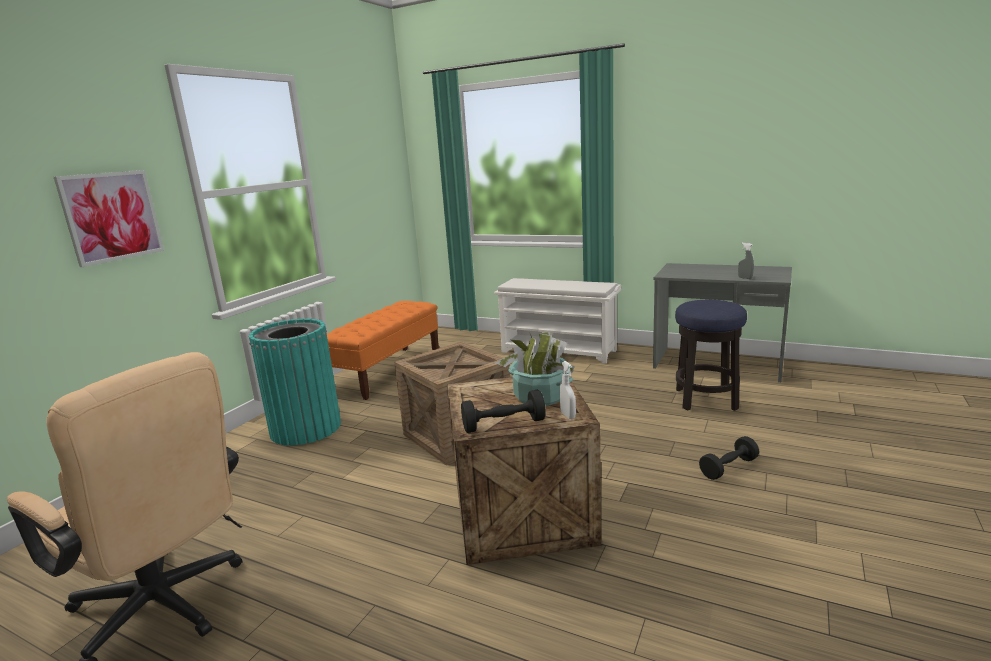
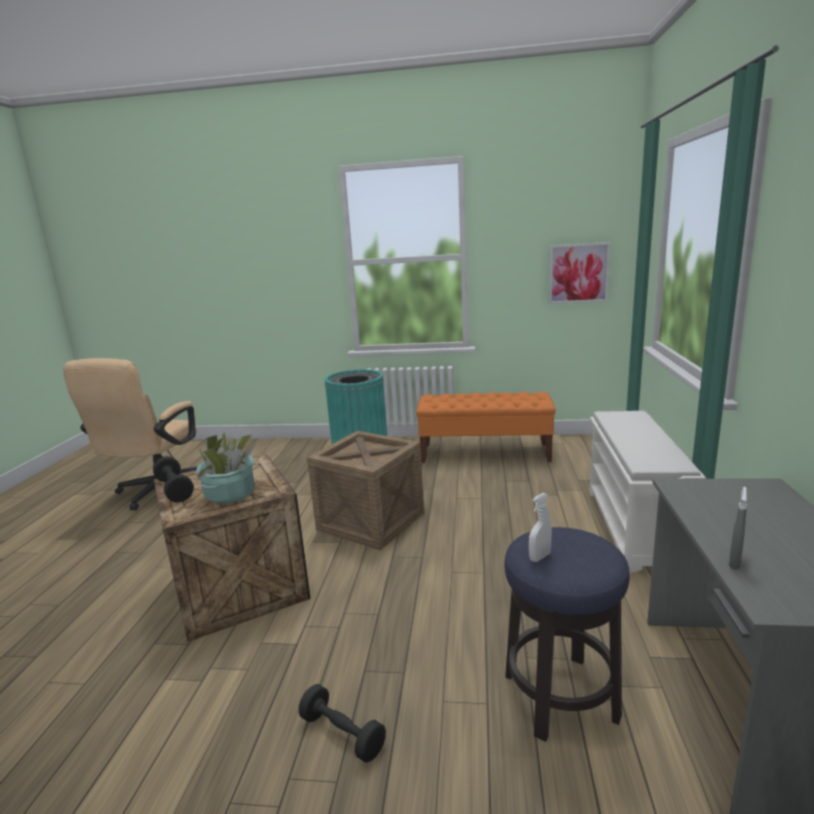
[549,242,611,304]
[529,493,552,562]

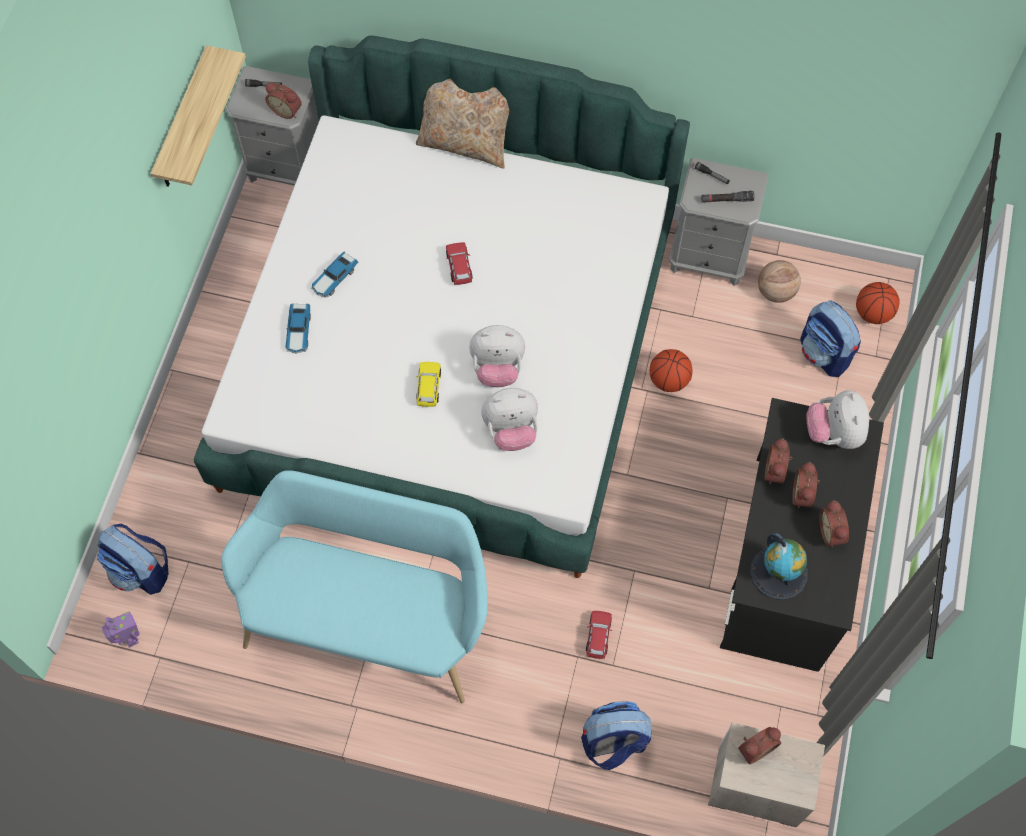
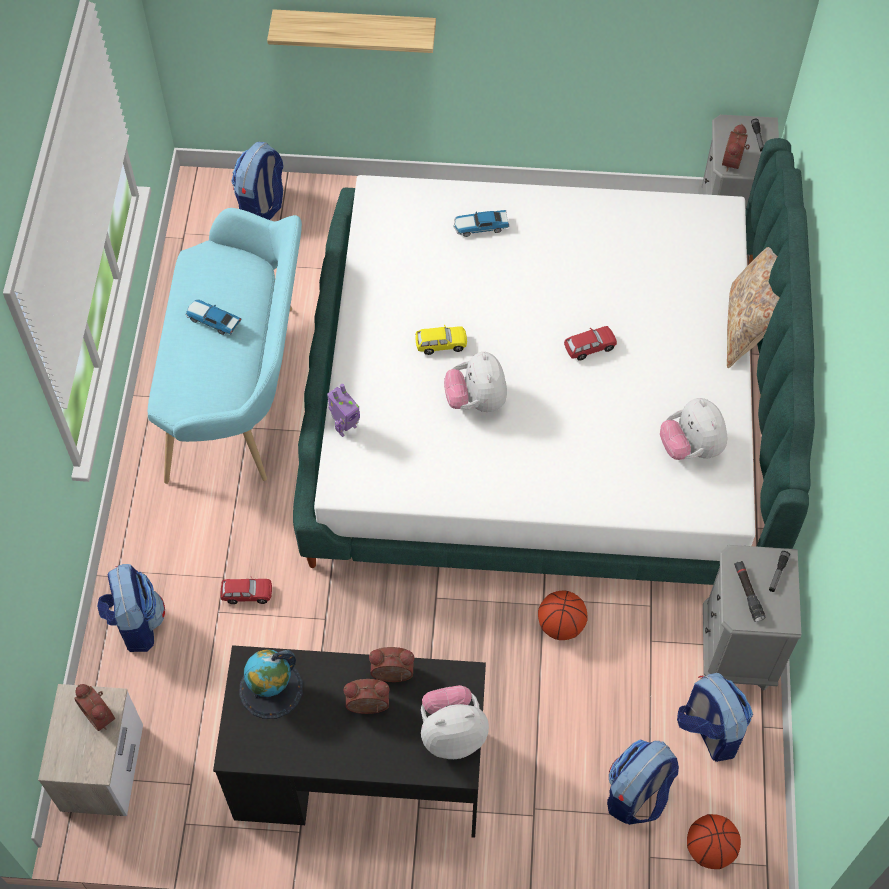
[819,500,849,547] (first image)
[327,384,360,437]
[267,9,436,53]
[185,300,242,335]
[660,398,728,460]
[677,673,753,762]

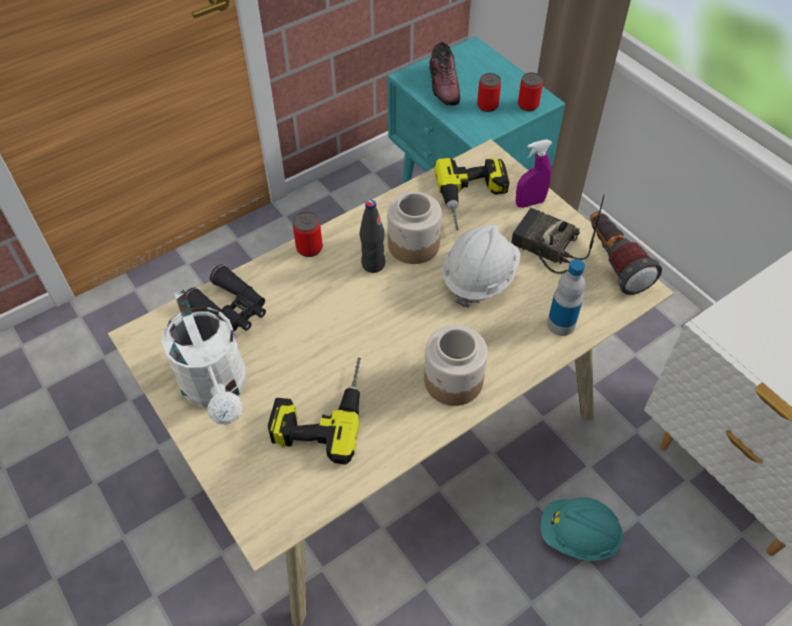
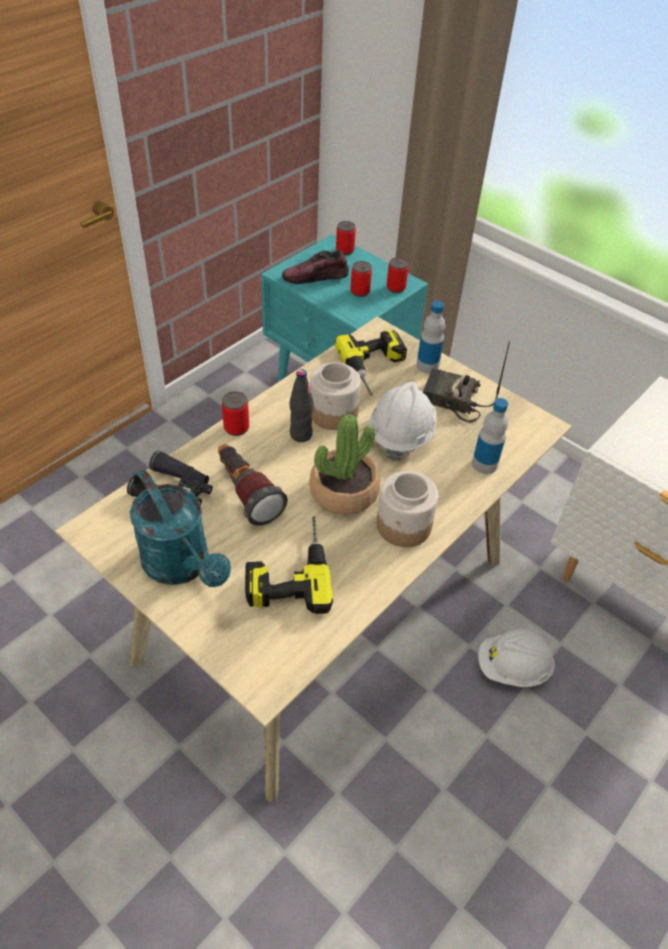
[309,414,381,515]
[336,221,356,255]
[218,444,288,526]
[416,301,445,374]
[130,469,231,587]
[478,629,555,687]
[282,250,349,284]

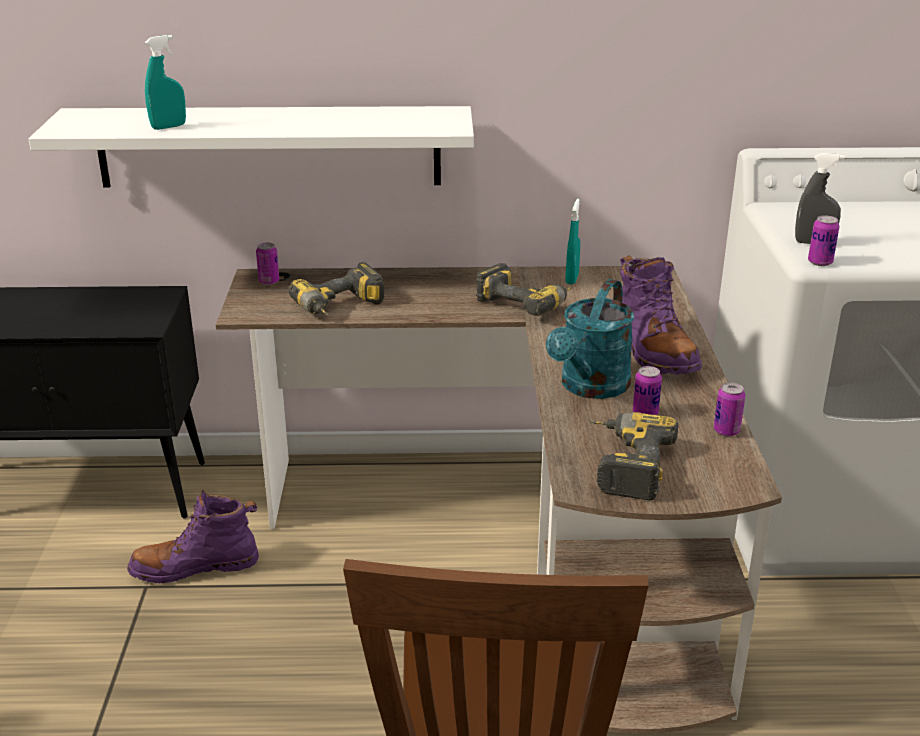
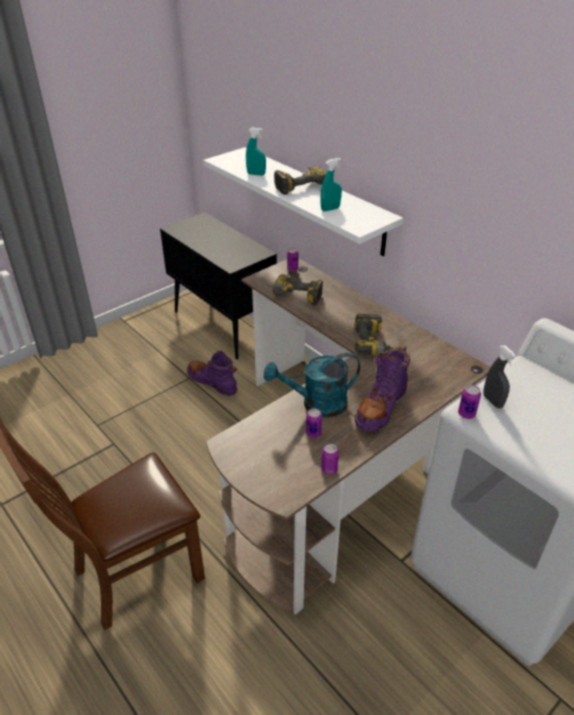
[321,158,342,211]
[274,166,326,195]

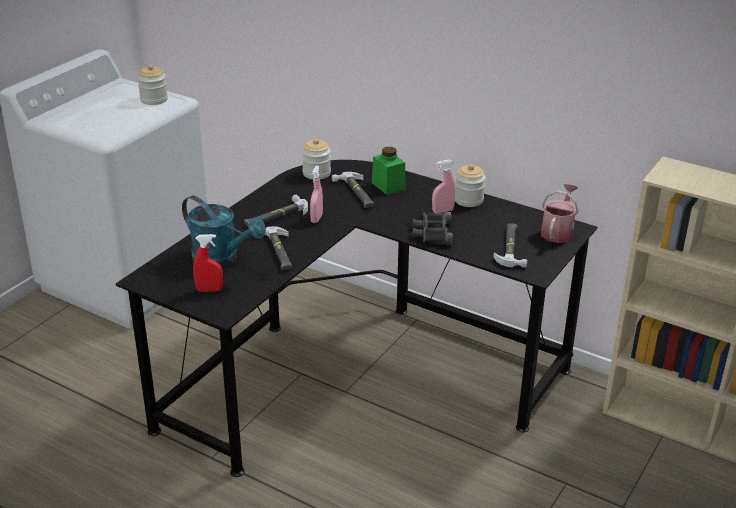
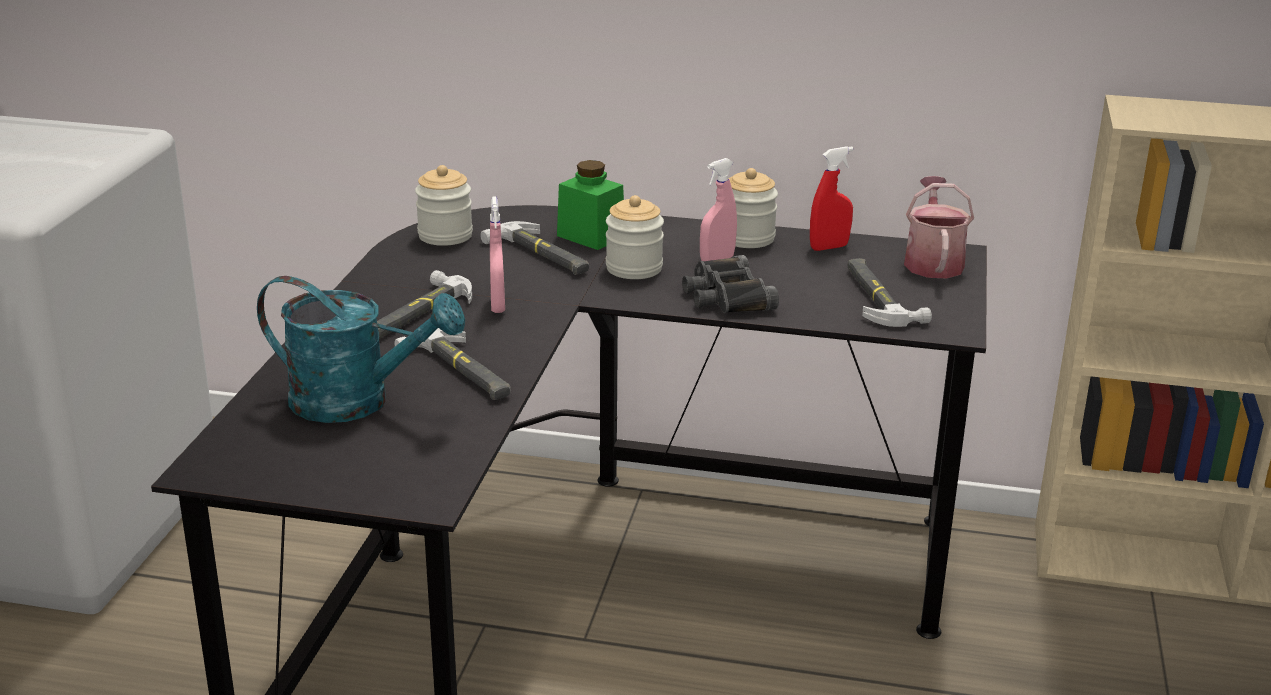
[606,195,664,279]
[810,146,853,251]

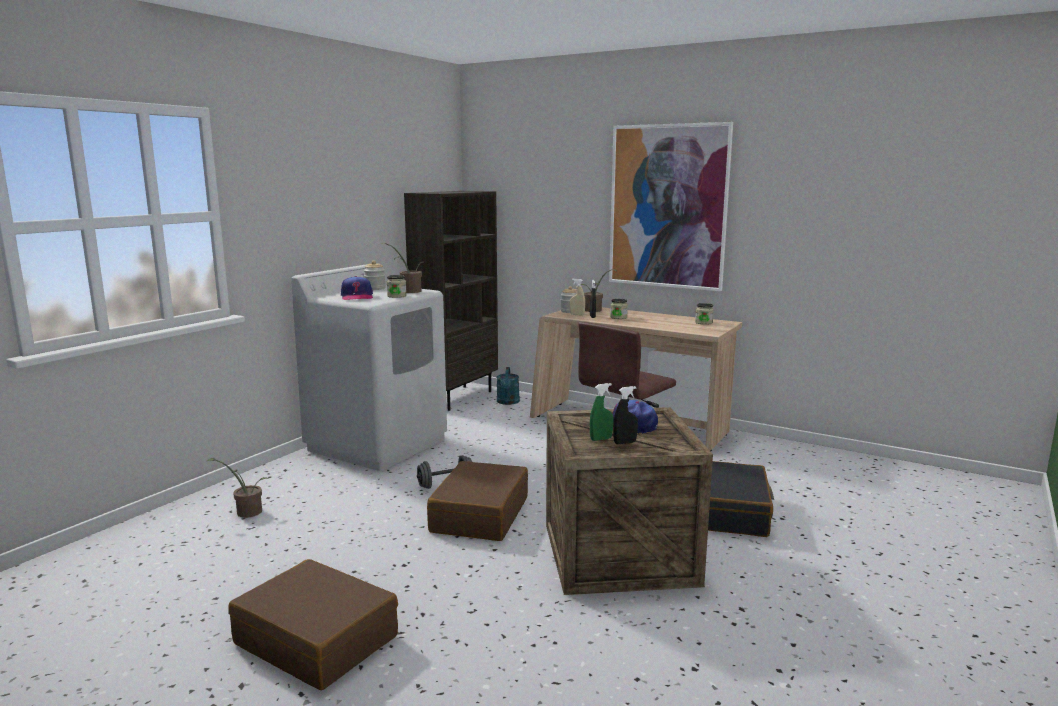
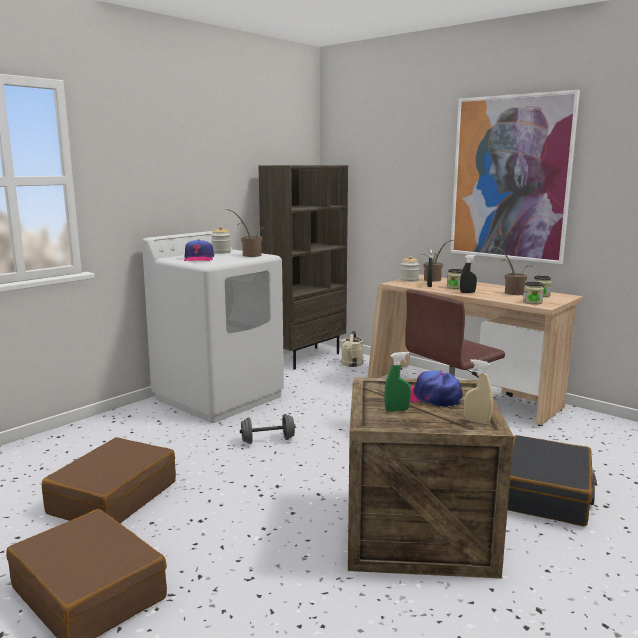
[489,246,529,295]
[523,281,544,304]
[42,437,176,523]
[464,359,493,424]
[460,255,477,293]
[341,331,363,367]

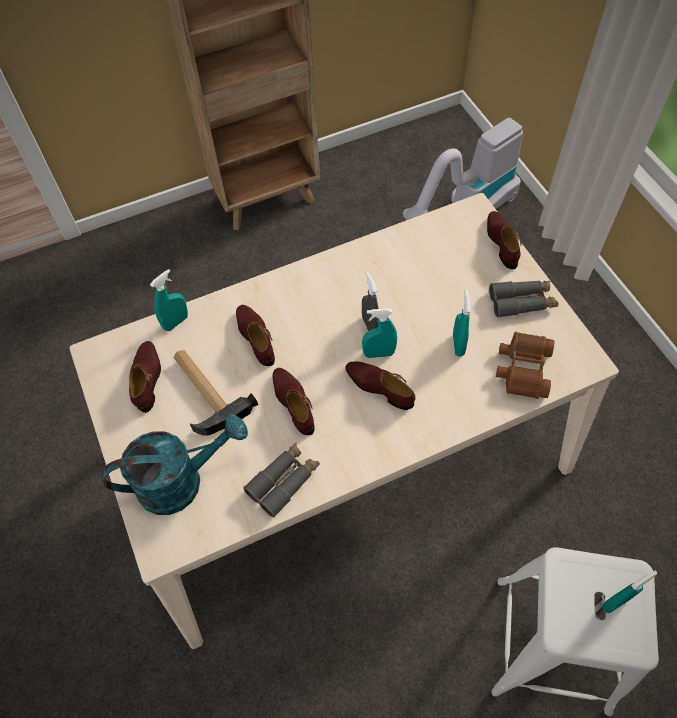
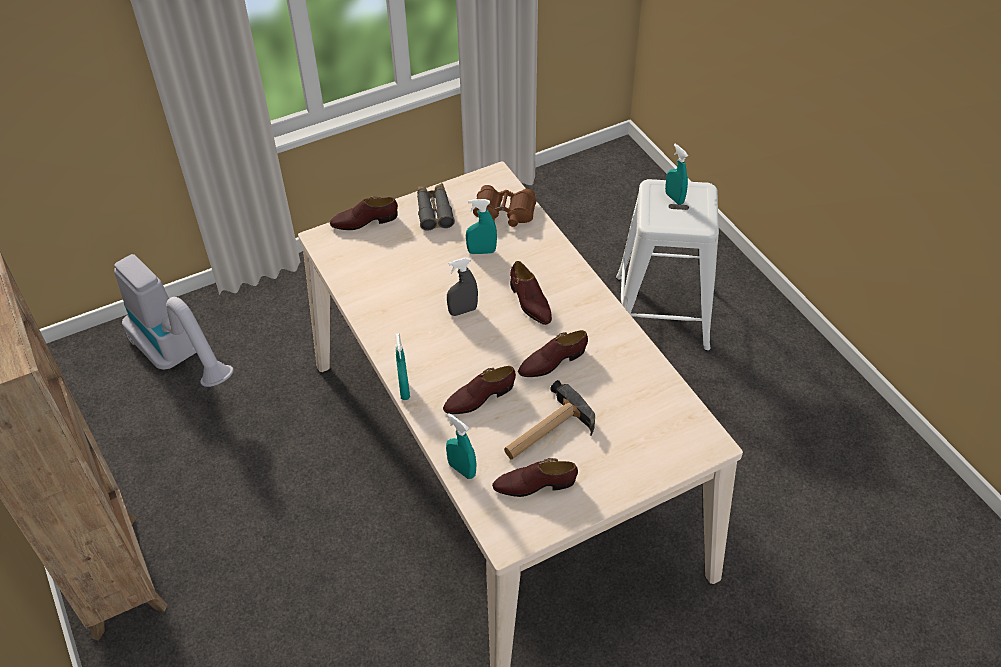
[101,414,248,515] (first image)
[243,442,320,517] (first image)
[395,333,410,400]
[510,261,552,325]

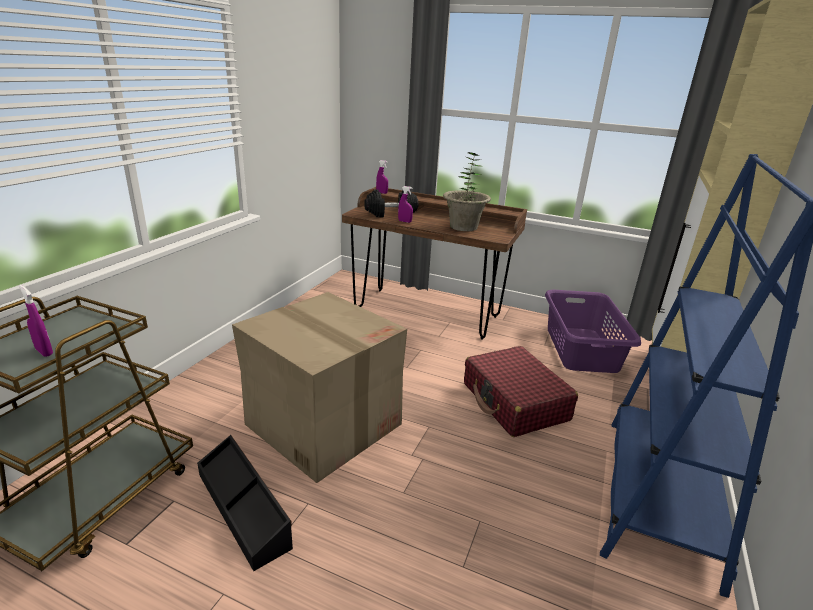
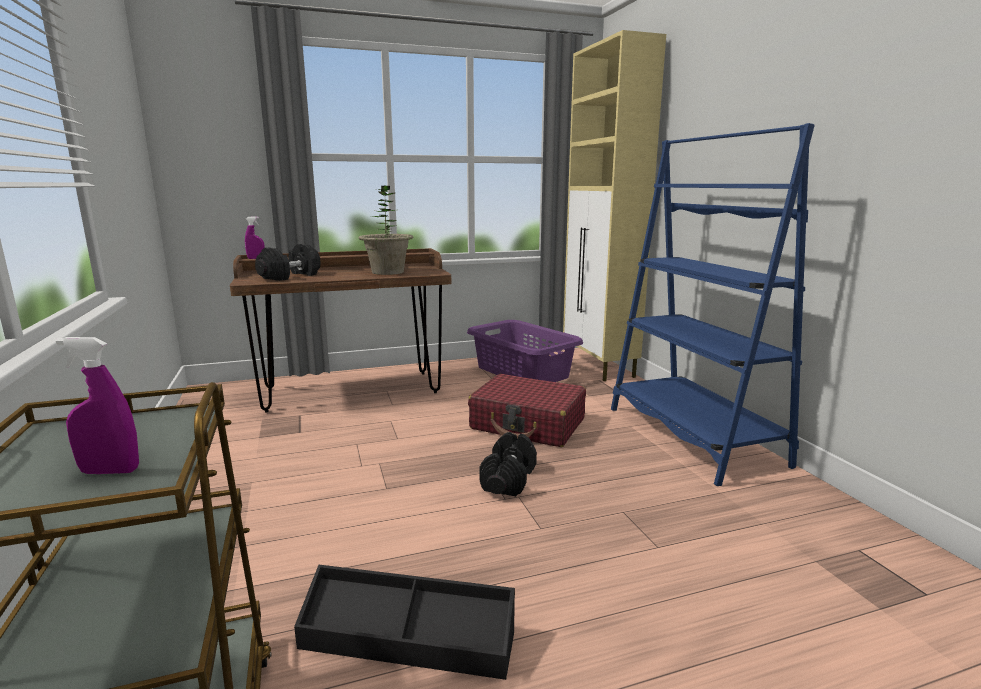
[232,292,407,483] (first image)
[398,186,413,223] (first image)
[480,432,537,496]

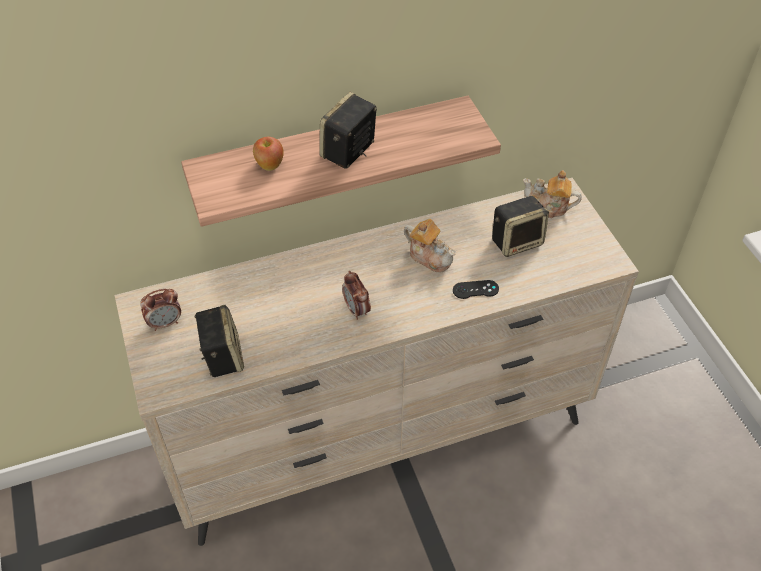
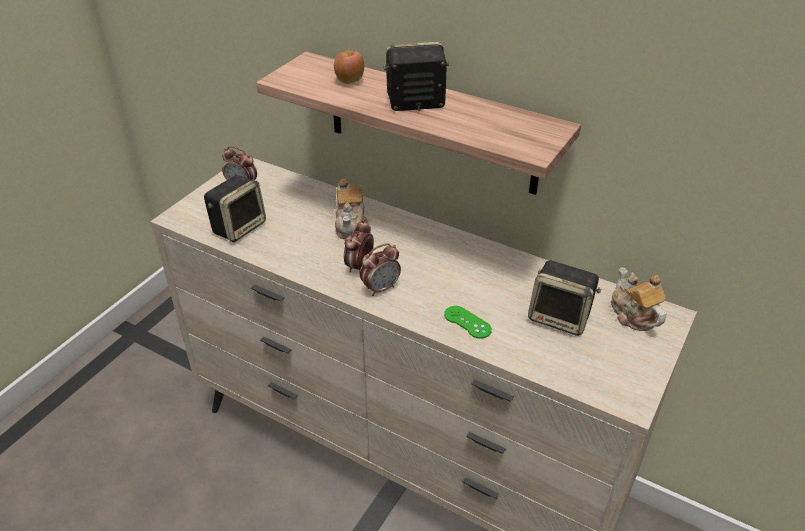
[360,243,401,296]
[335,179,368,239]
[444,306,492,338]

